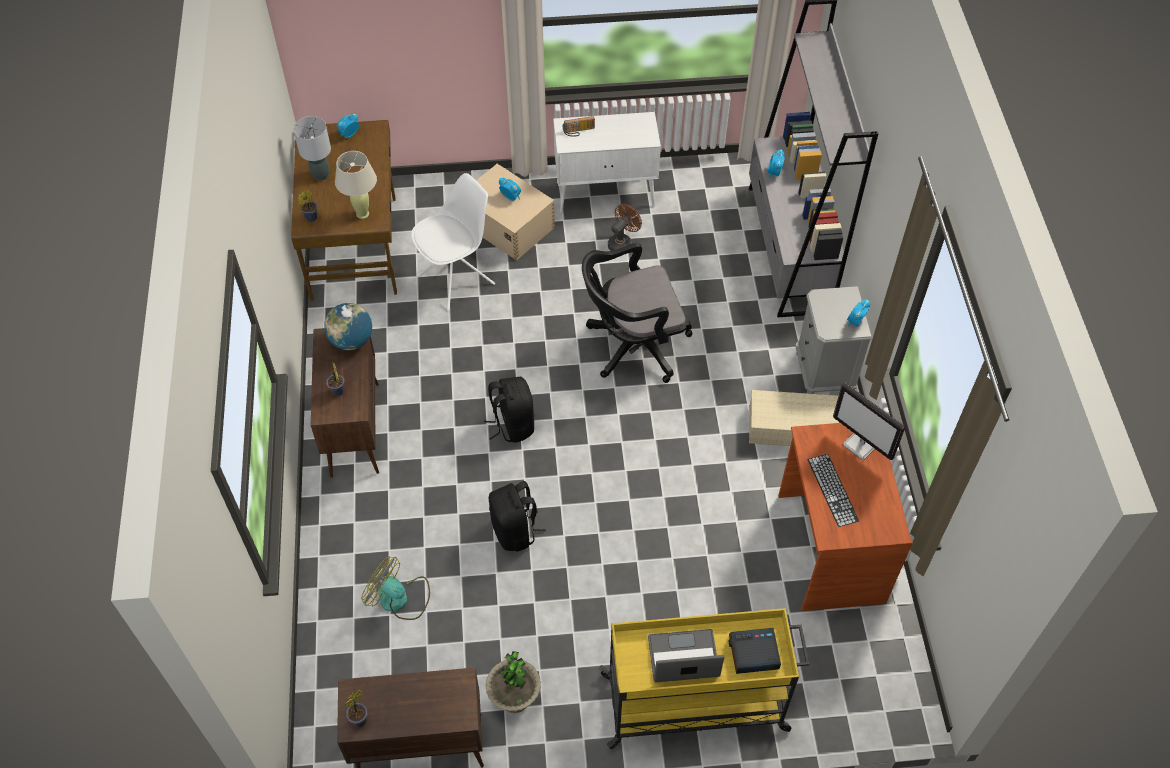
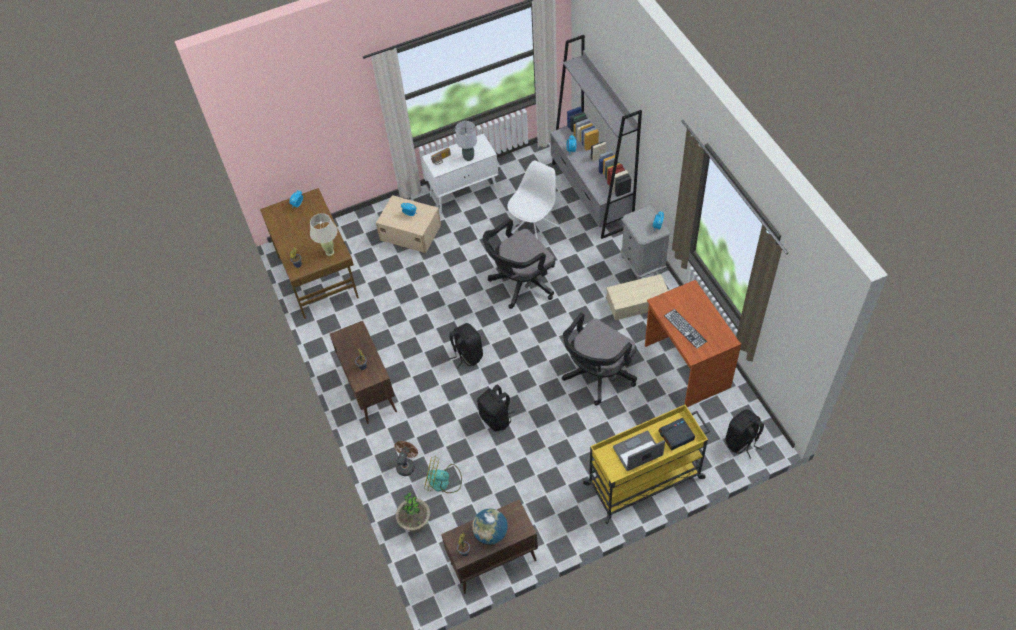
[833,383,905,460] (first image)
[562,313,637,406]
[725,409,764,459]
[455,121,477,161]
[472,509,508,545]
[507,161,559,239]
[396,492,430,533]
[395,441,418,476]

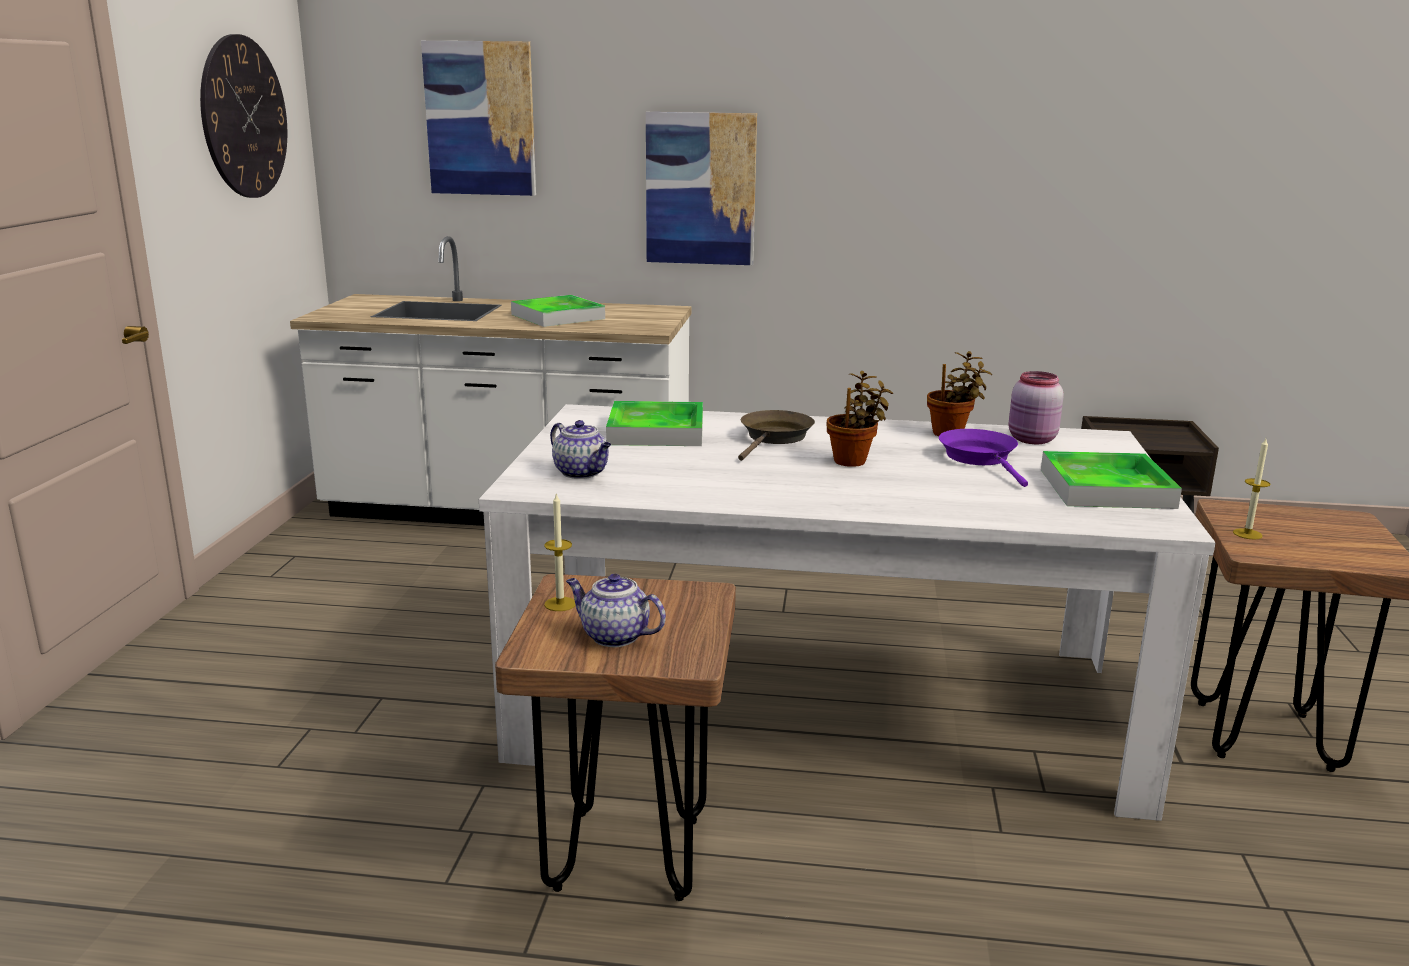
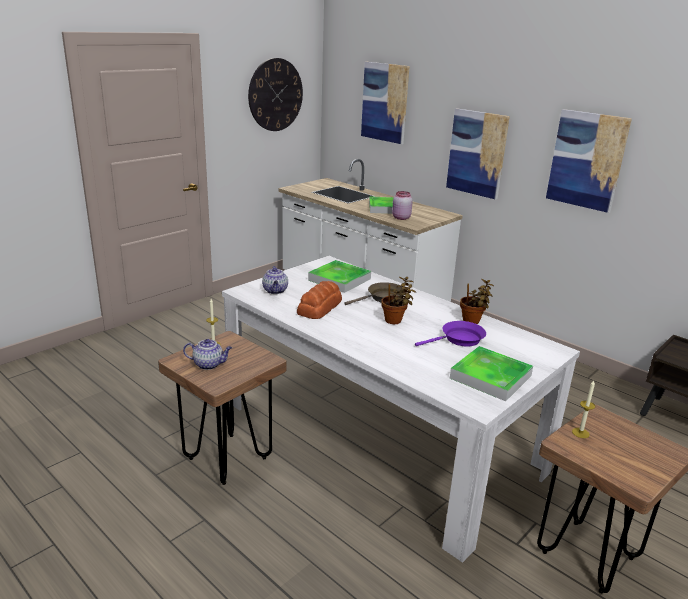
[297,281,342,319]
[546,109,632,213]
[392,191,413,220]
[183,339,232,370]
[415,321,486,346]

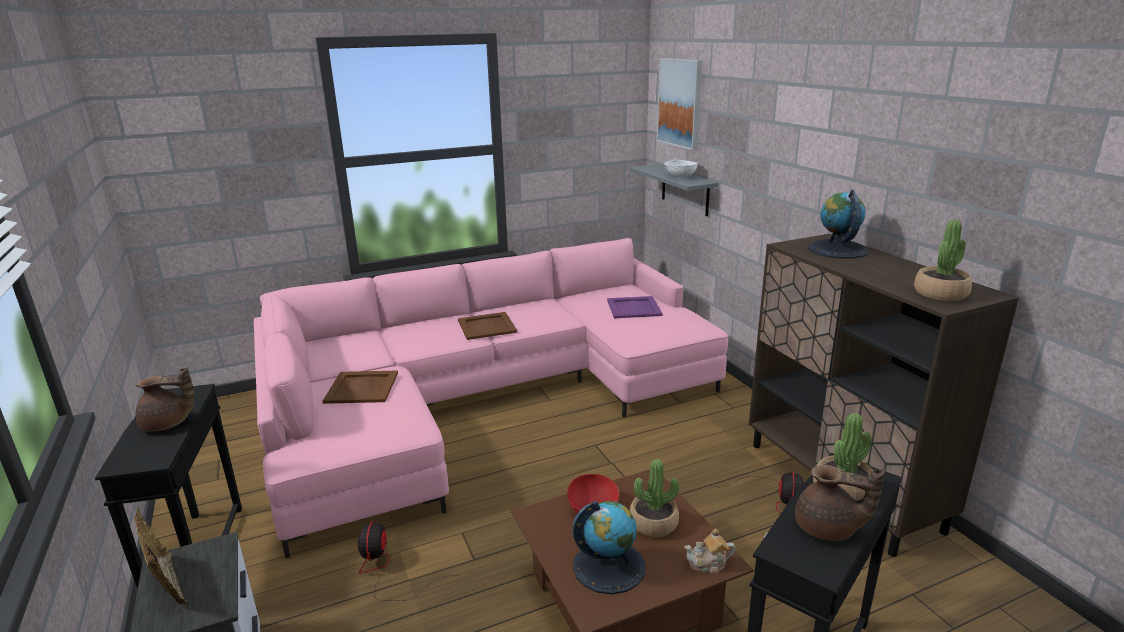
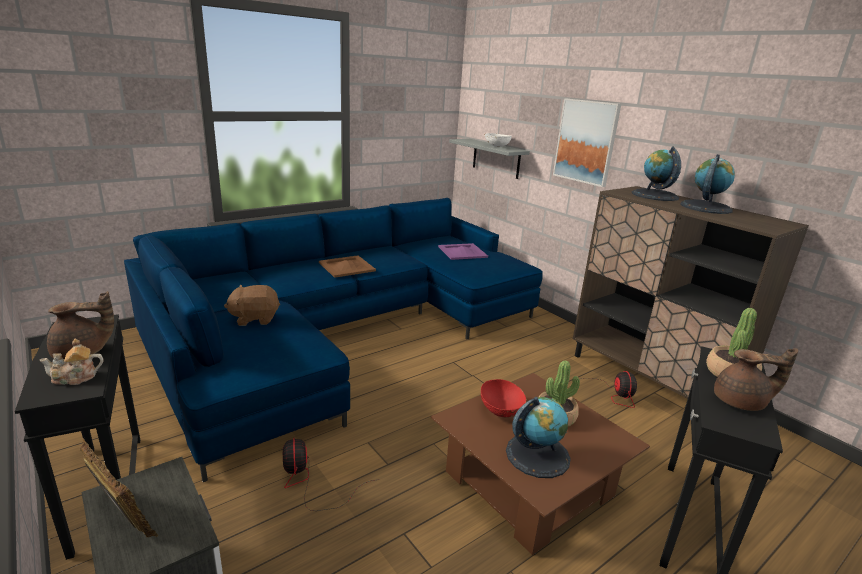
[914,219,972,301] (first image)
[680,154,735,214]
[553,99,621,187]
[40,339,103,385]
[224,285,280,326]
[124,198,543,482]

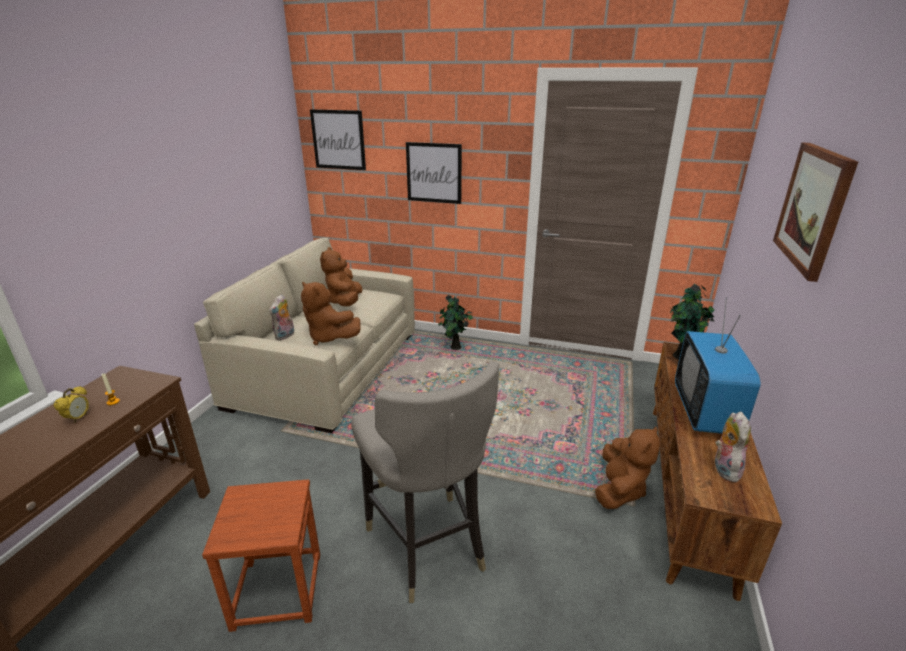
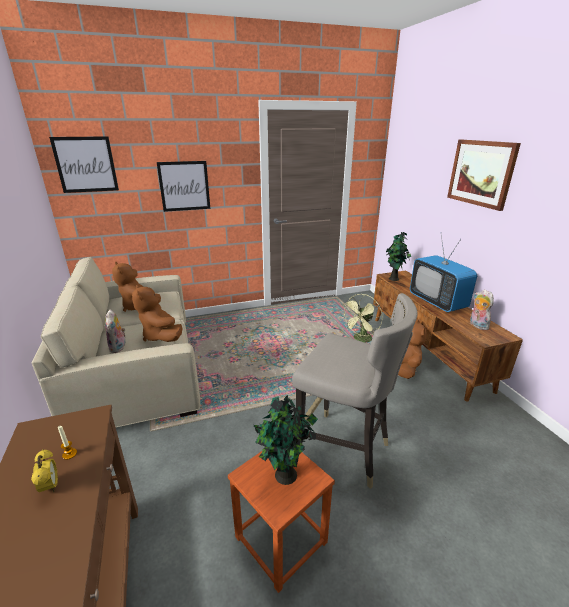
[341,294,383,343]
[254,395,318,485]
[132,284,183,342]

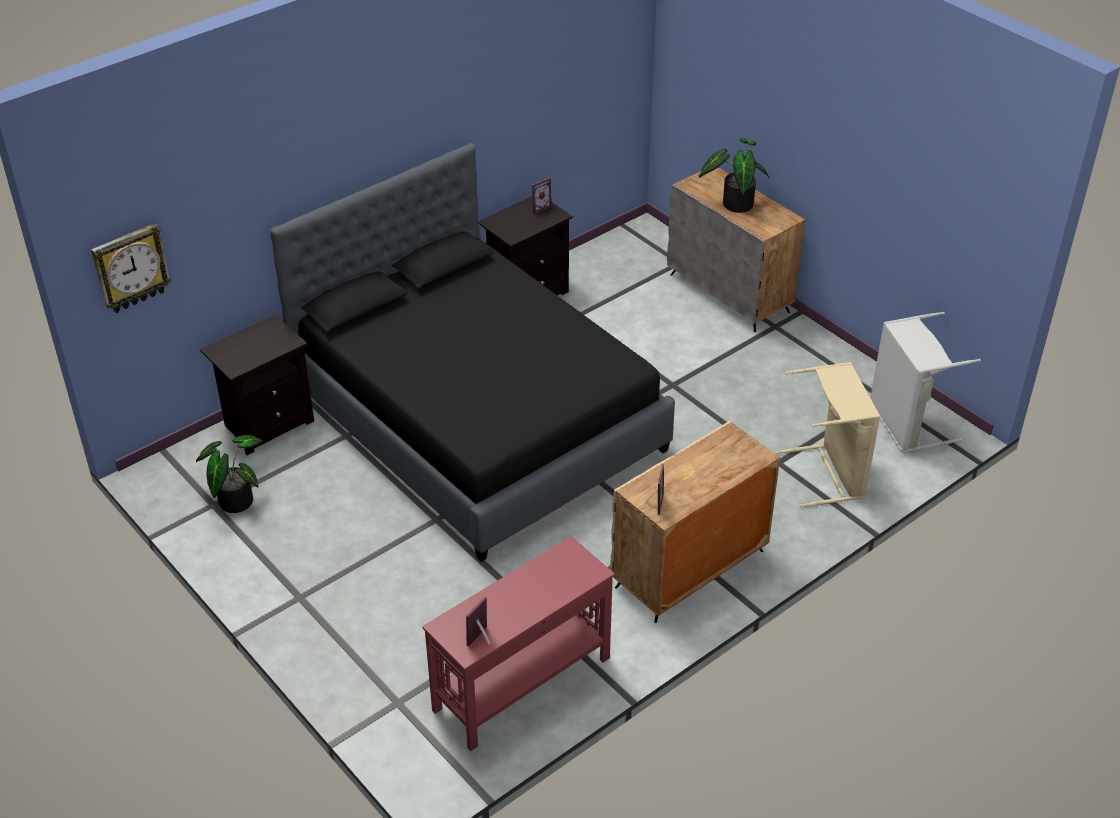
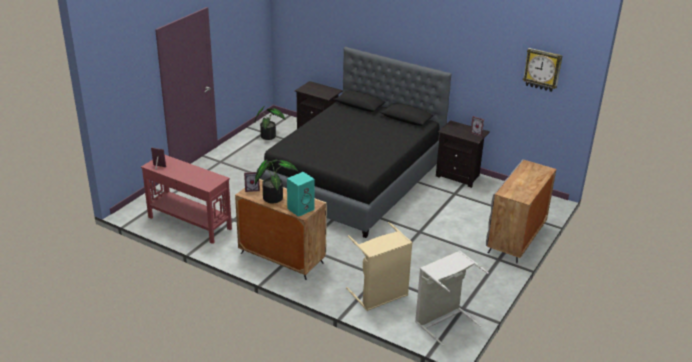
[287,172,315,217]
[523,48,563,92]
[255,159,299,203]

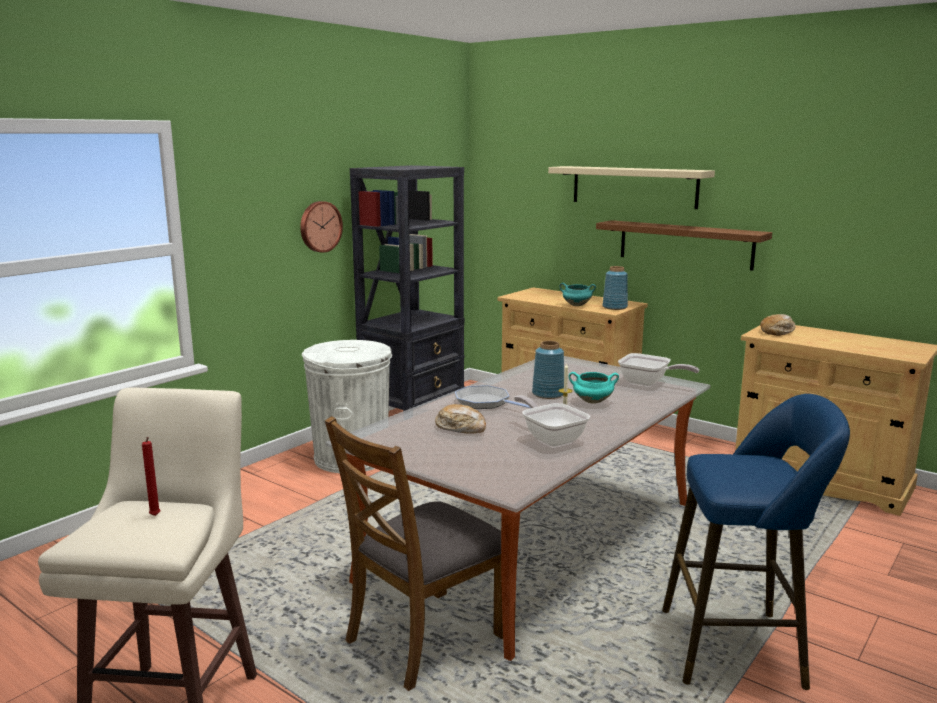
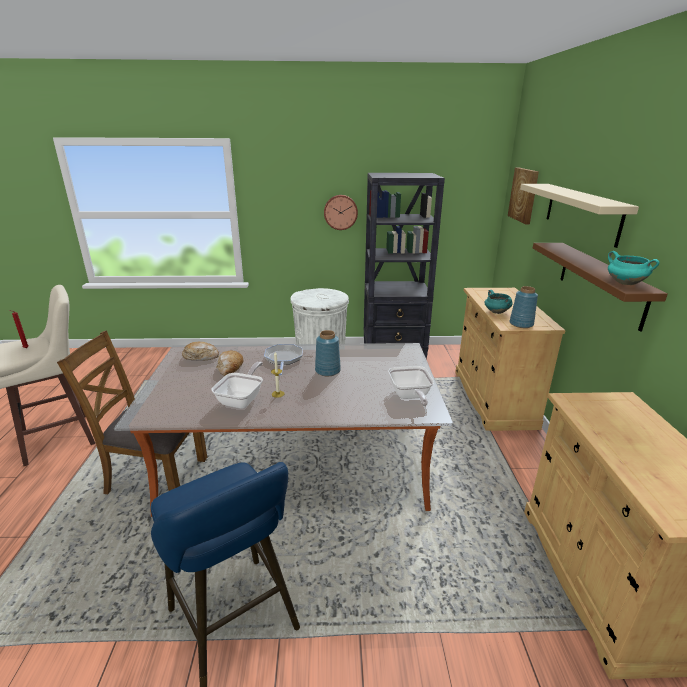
[508,168,539,225]
[608,251,660,285]
[182,341,219,361]

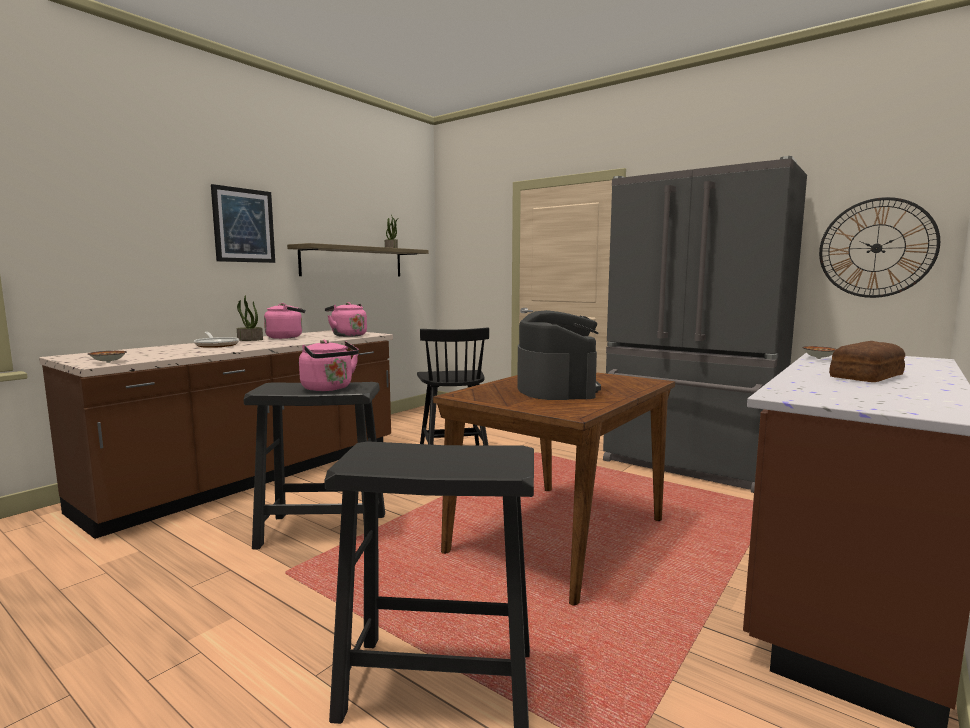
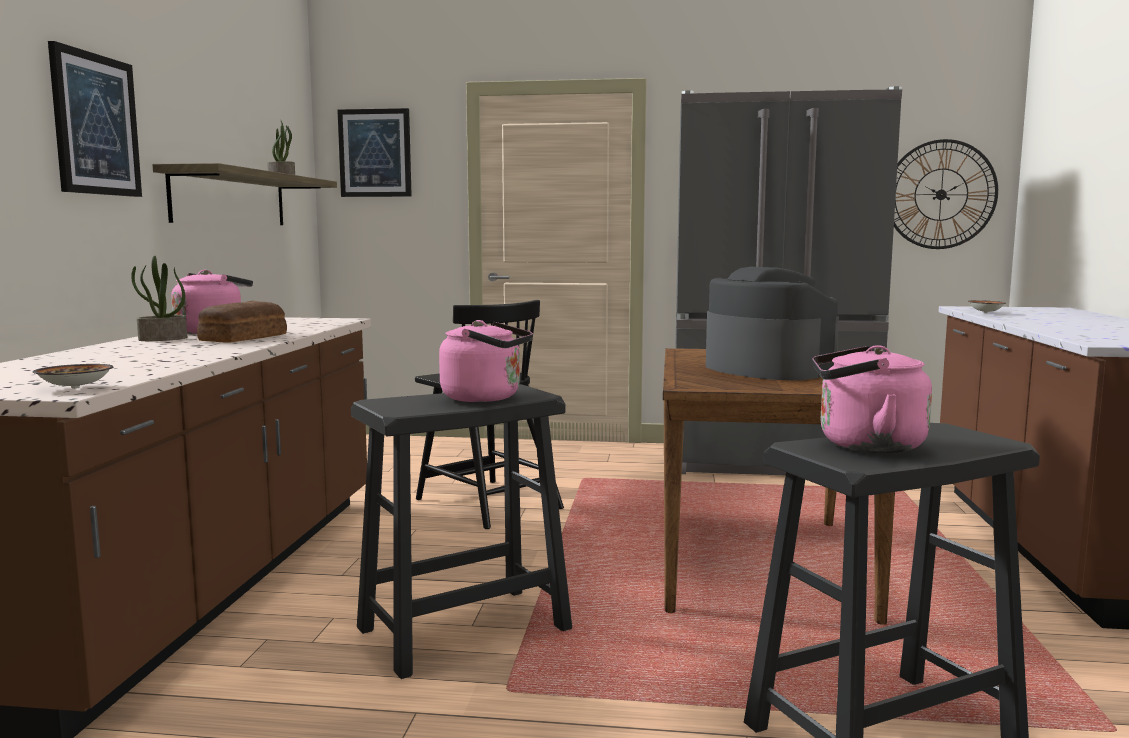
[194,332,239,348] (first image)
[337,108,412,197]
[812,345,932,453]
[197,300,287,343]

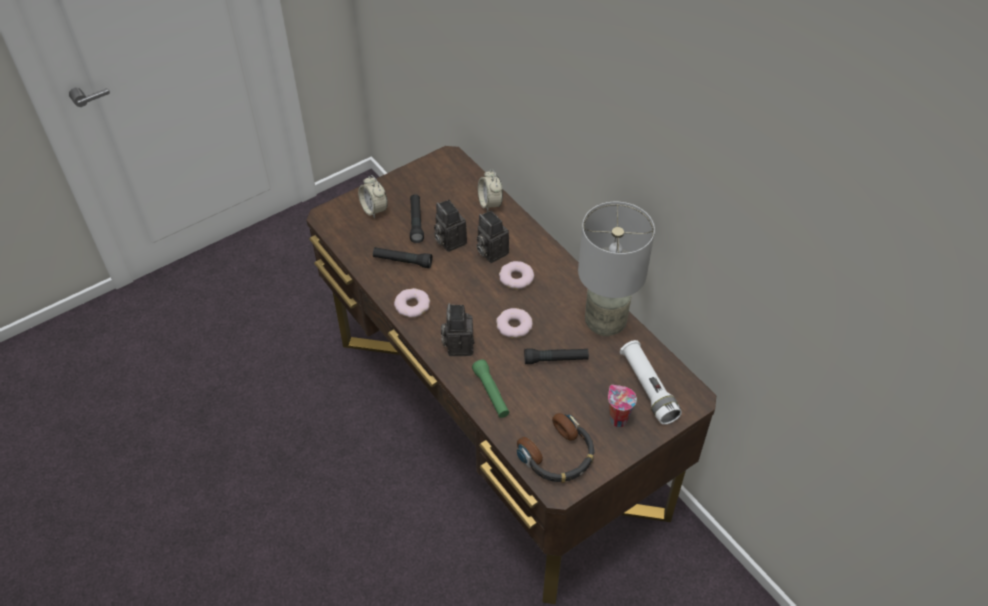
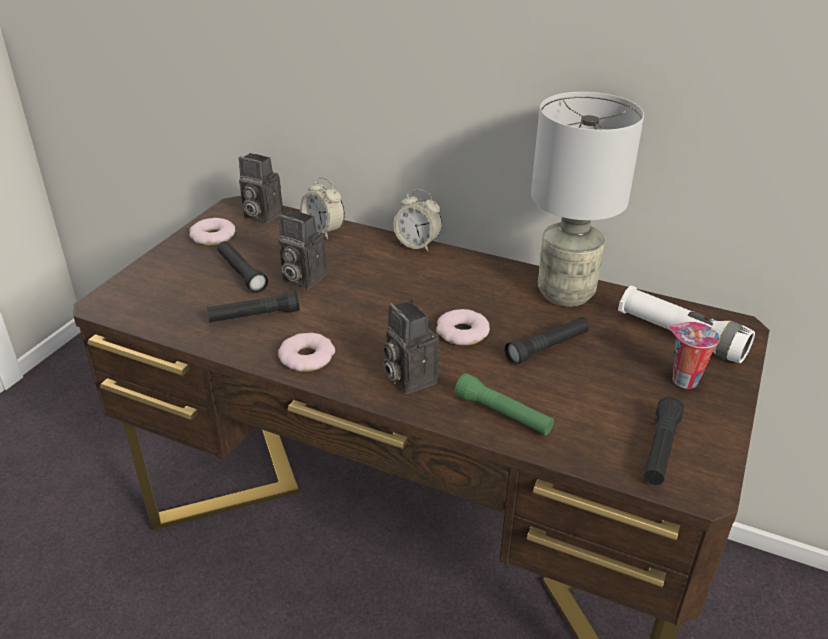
[393,189,442,251]
[239,153,283,223]
[189,218,235,245]
[644,397,684,485]

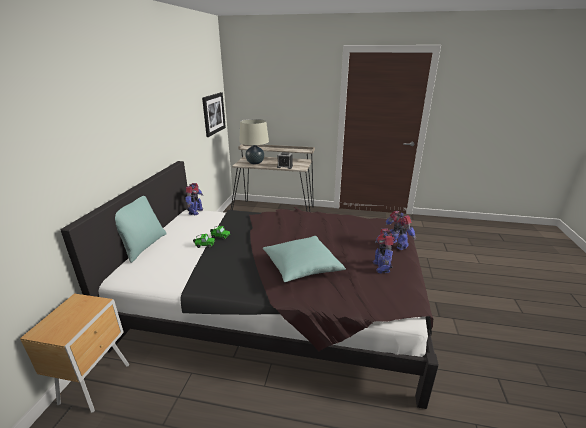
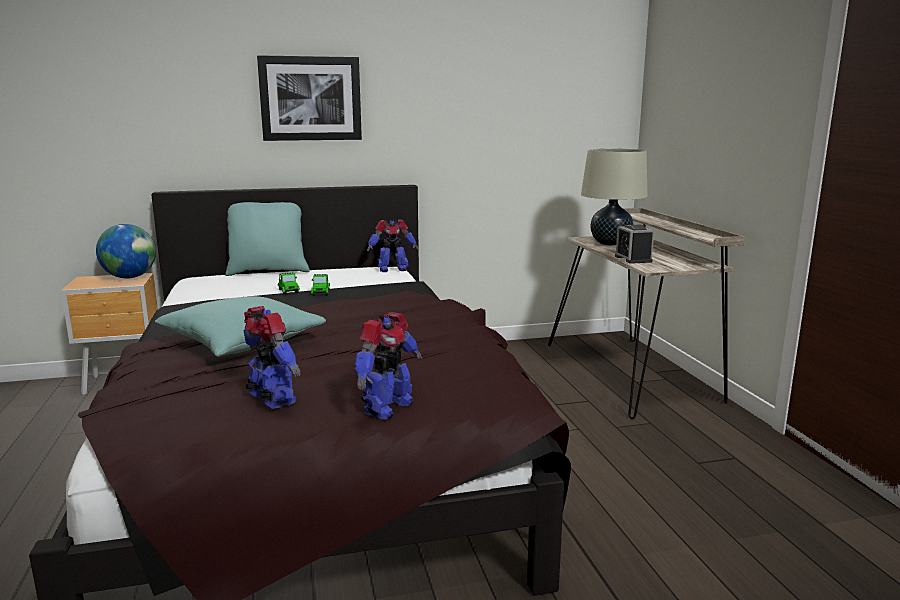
[96,224,156,279]
[257,55,362,141]
[244,306,300,409]

